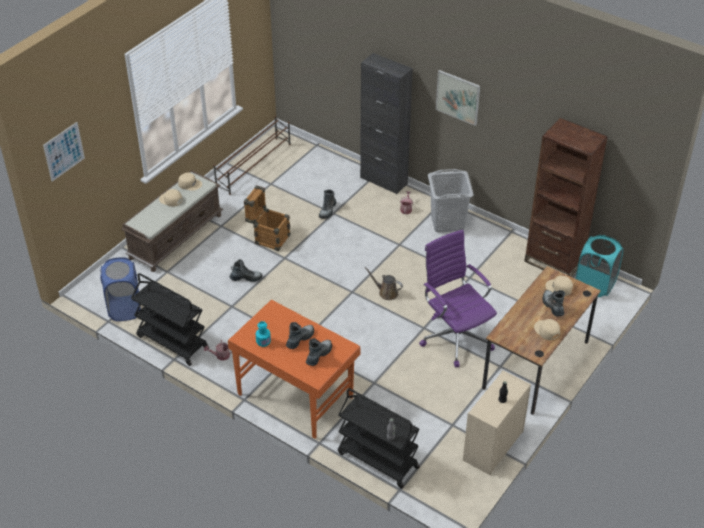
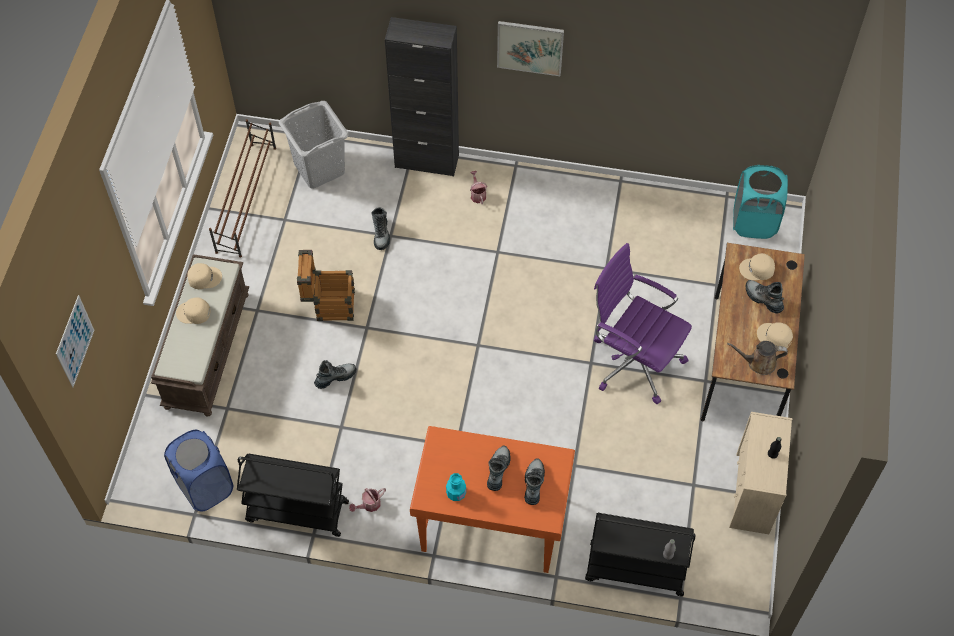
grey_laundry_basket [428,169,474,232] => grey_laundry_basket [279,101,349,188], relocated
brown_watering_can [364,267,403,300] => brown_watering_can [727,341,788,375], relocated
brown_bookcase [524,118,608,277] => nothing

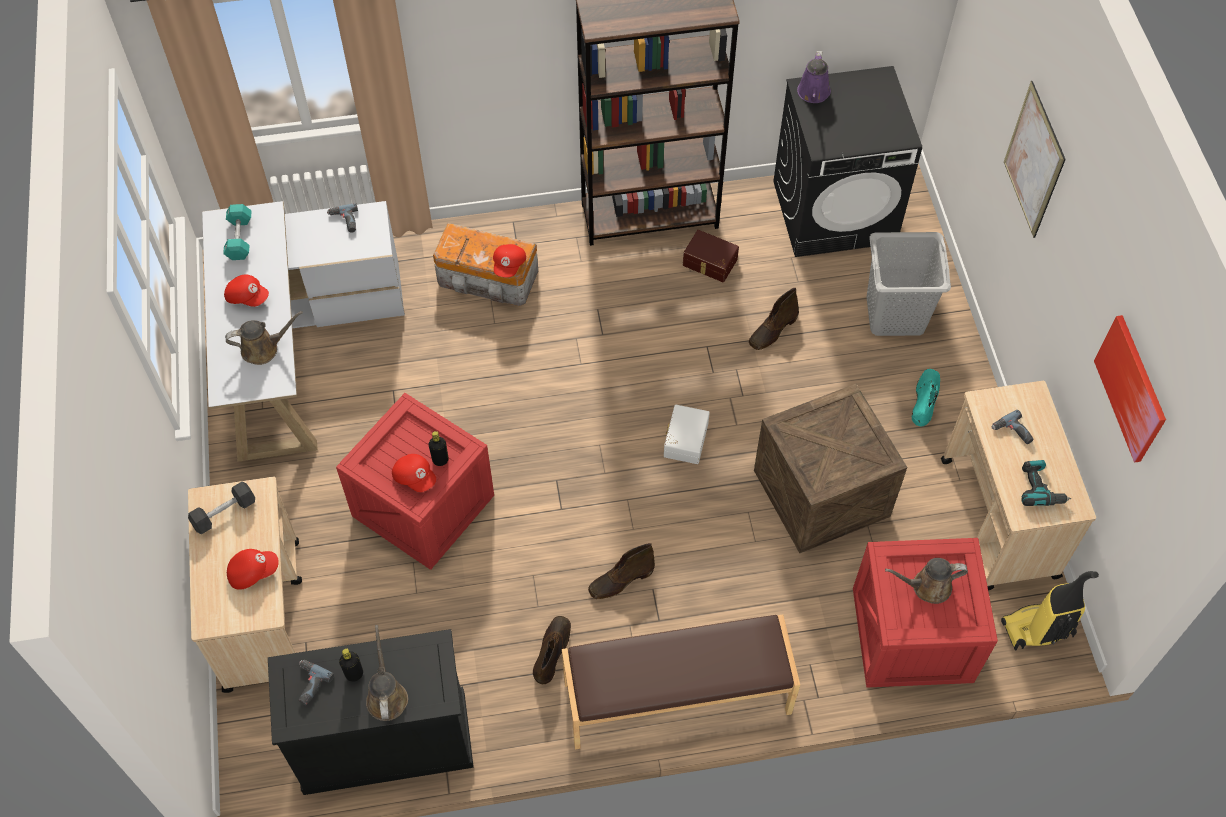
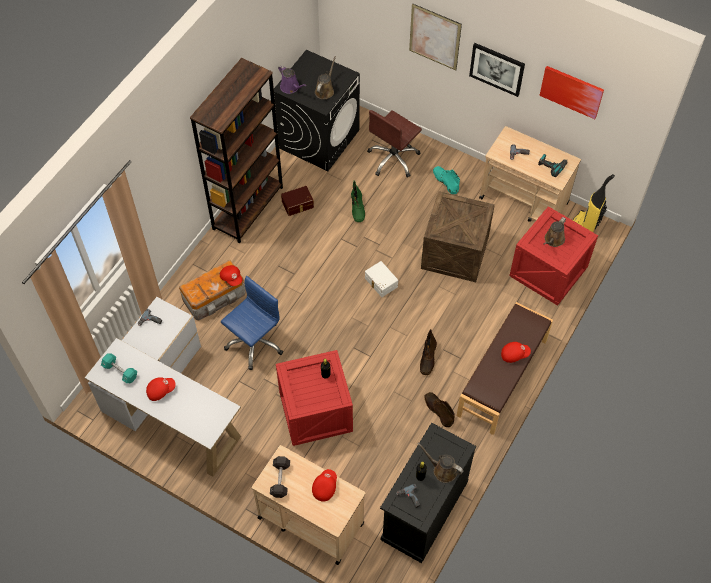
nothing => blue_office_chair [221,276,283,370]
brown_watering_can [225,311,303,365] => brown_watering_can [315,56,336,99], relocated
brown_boot [749,288,799,350] => green_boot [351,181,365,222]
grey_laundry_basket [866,232,951,336] => brown_office_chair [367,110,422,178]
nothing => picture [469,43,525,97]
red_cap [392,454,436,492] => red_cap [501,342,531,363], relocated

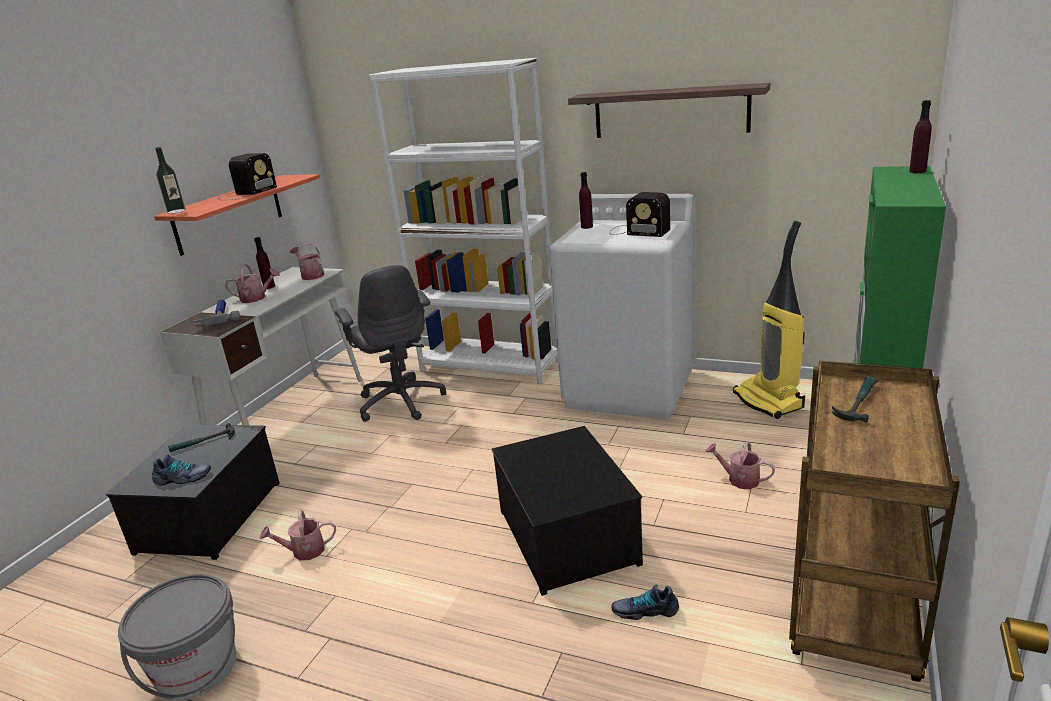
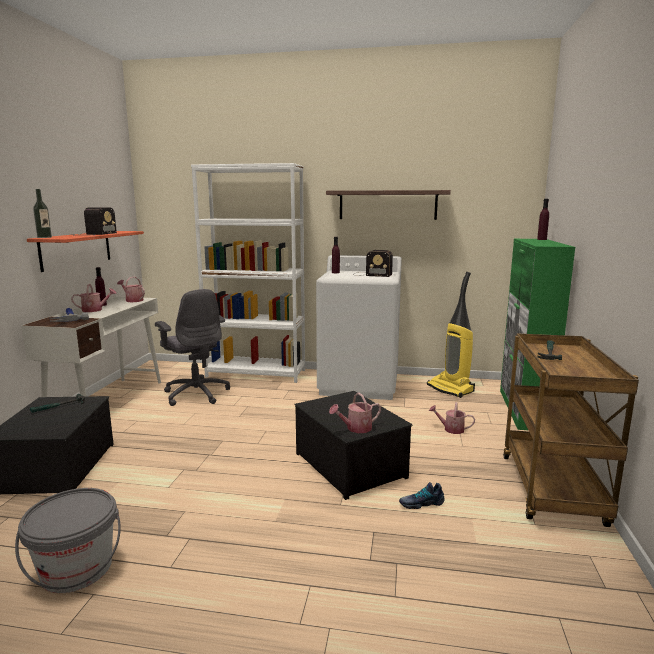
watering_can [260,510,336,560] => watering_can [329,393,381,433], relocated
shoe [152,455,211,486] => nothing

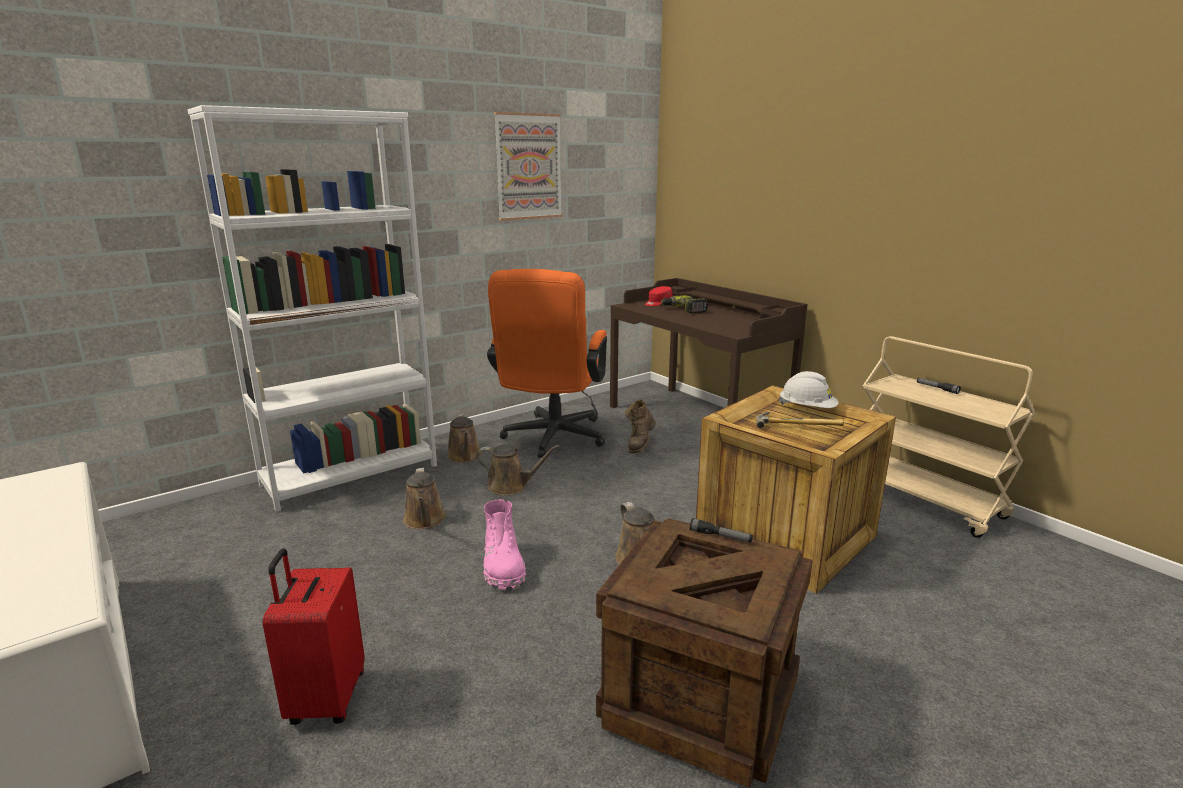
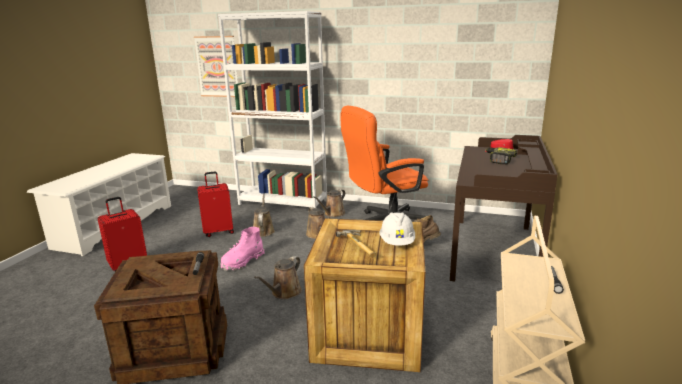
picture [494,112,562,221] => picture [194,36,238,97], relocated
nothing => red_suitcase [197,172,234,237]
brown_watering_can [403,467,446,529] => brown_watering_can [253,194,275,237], 135 degrees clockwise

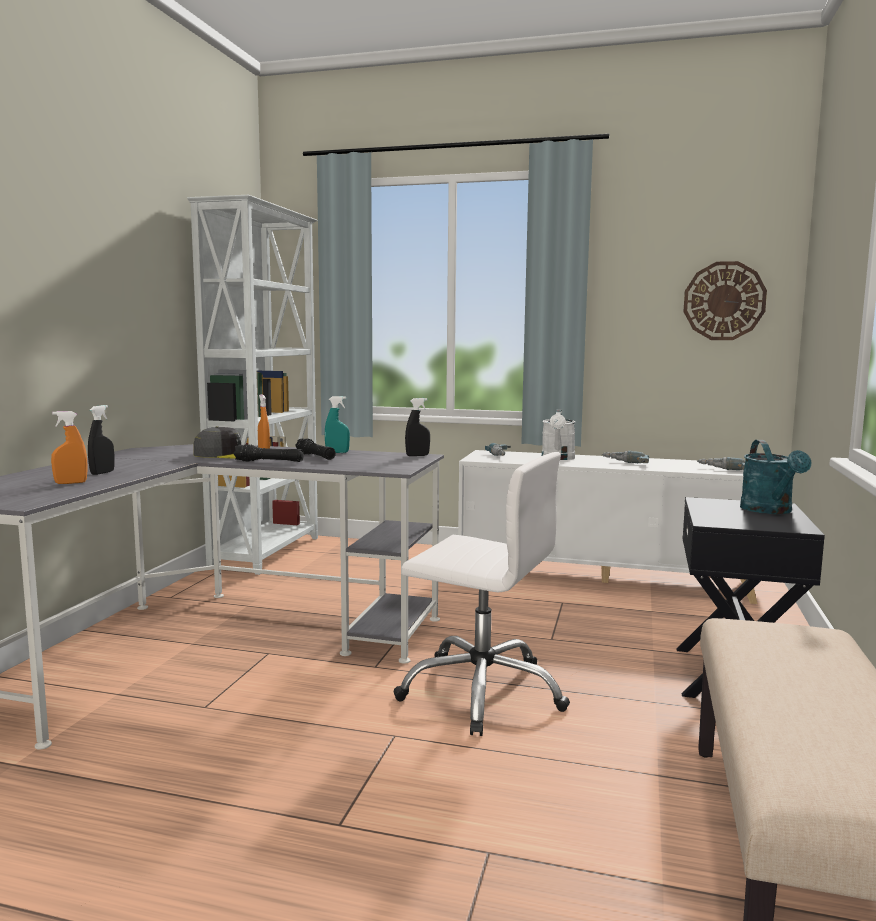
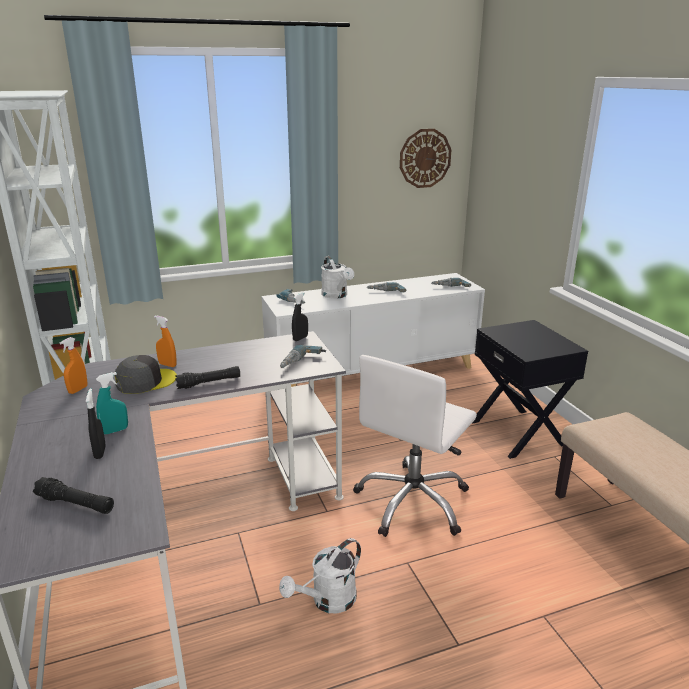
black_flashlight [295,438,336,460] => black_flashlight [33,477,114,514], relocated
orange_spray_bottle [51,411,87,484] => orange_spray_bottle [60,337,87,394], relocated
turquoise_spray_bottle [325,396,350,453] => turquoise_spray_bottle [96,372,128,434], relocated
nothing => white_watering_can [279,538,361,613]
nothing => power_drill [280,345,326,368]
white_office_chair [393,452,570,736] => white_office_chair [353,355,477,537], 135 degrees clockwise
turquoise_watering_can [740,440,811,514] => nothing

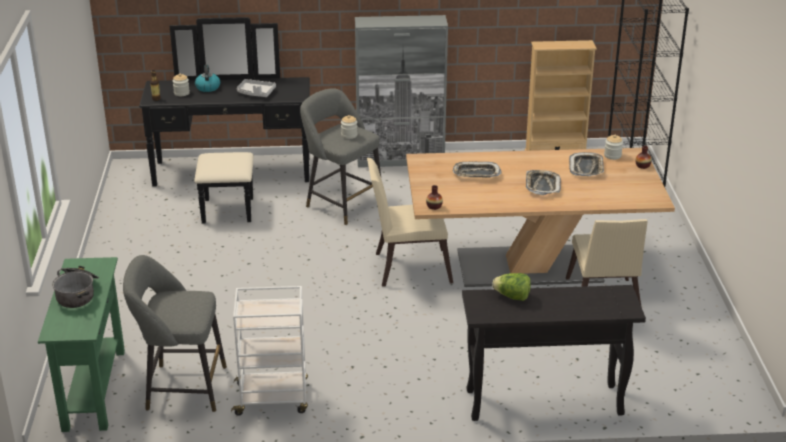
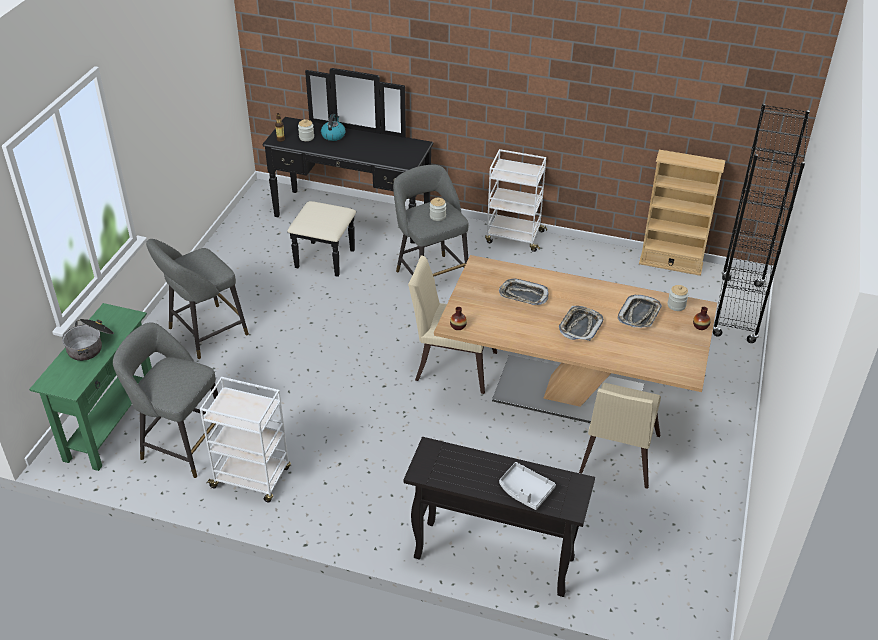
nothing => grey_stool [146,239,249,359]
grey_cabinet [355,15,448,167] => white_cart [485,149,547,252]
grey_tray [237,79,276,97] => grey_tray [499,462,556,510], relocated
lettuce [492,273,531,301] => nothing

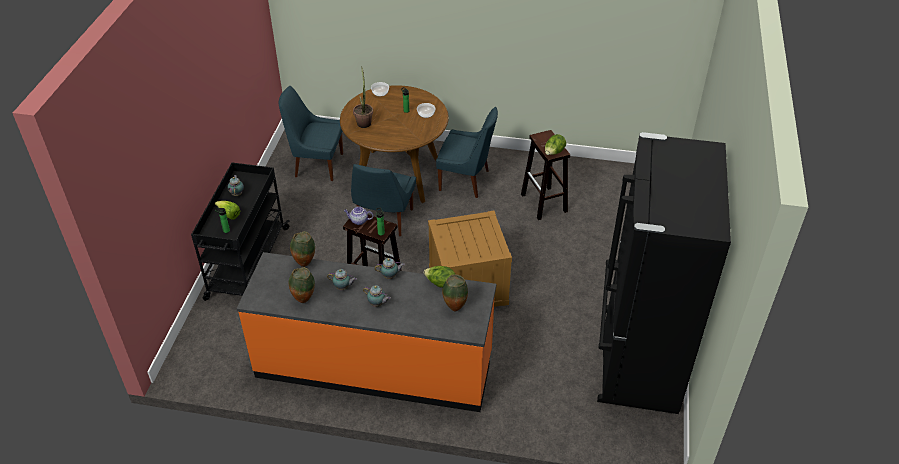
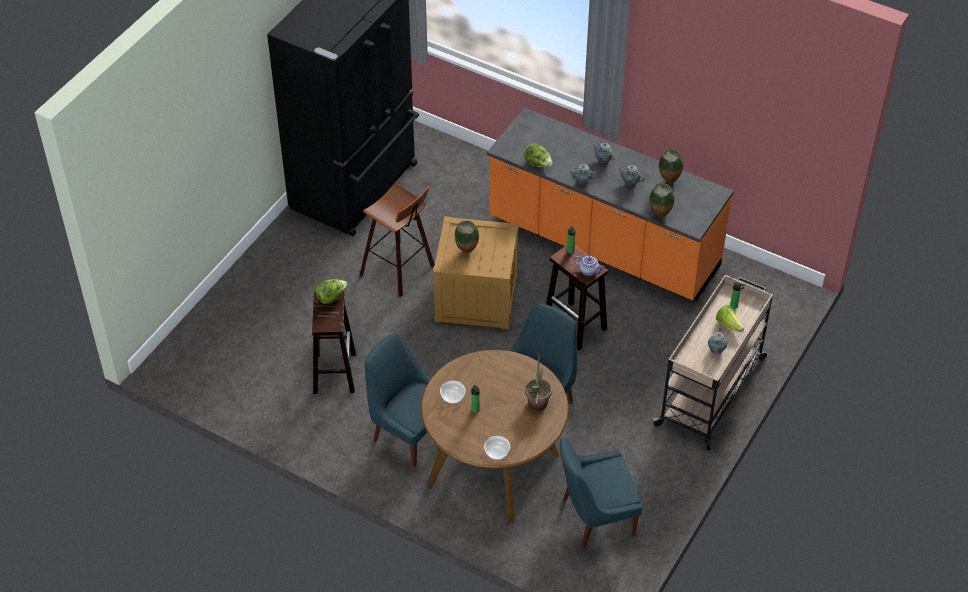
nothing => stool [359,183,435,297]
vase [442,274,468,311] => vase [455,220,479,253], relocated
blue_chair [279,86,343,181] => blue_chair [560,437,643,549], 135 degrees clockwise
black_cart [191,163,290,301] => beige_cart [652,275,773,450]

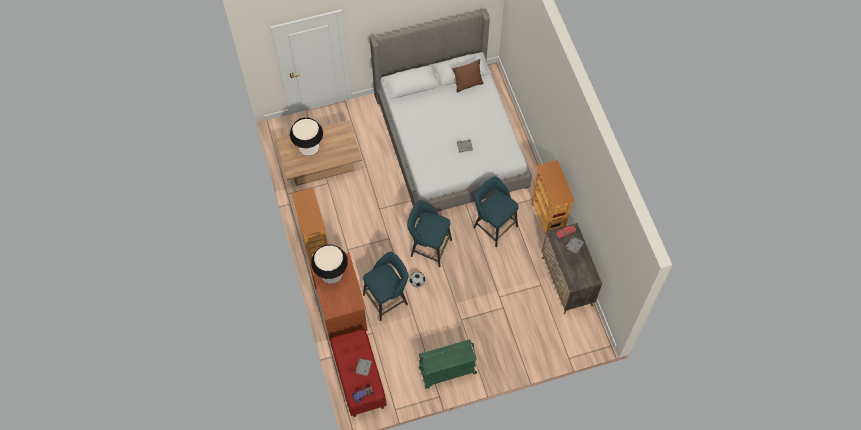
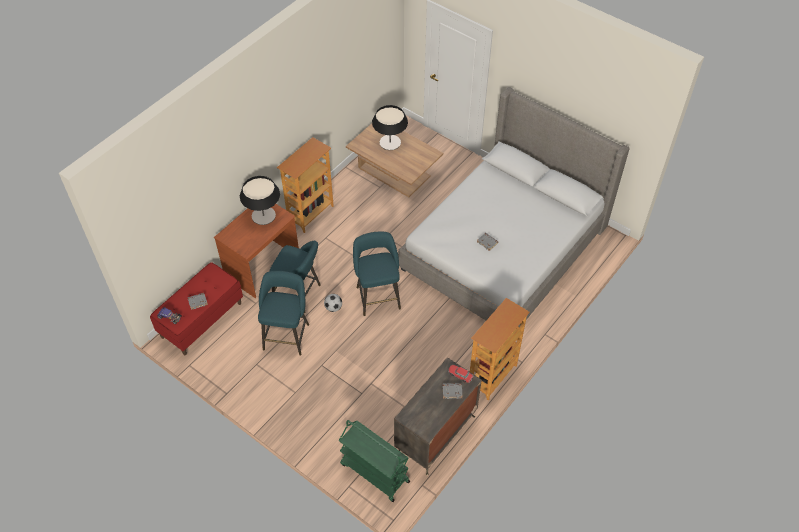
turquoise_stool [474,177,519,247] => turquoise_stool [258,271,309,356], relocated
green_cart [419,340,477,389] => green_cart [339,420,410,502], relocated
brown_pillow [452,59,483,92] => nothing

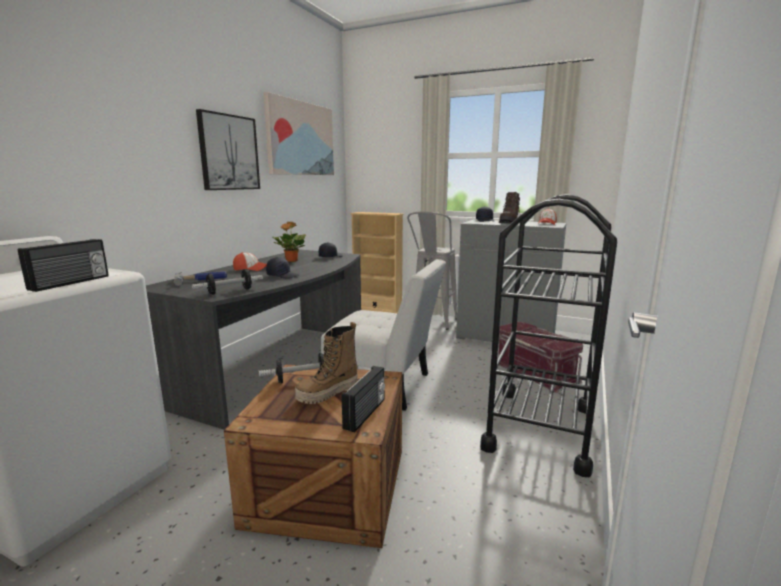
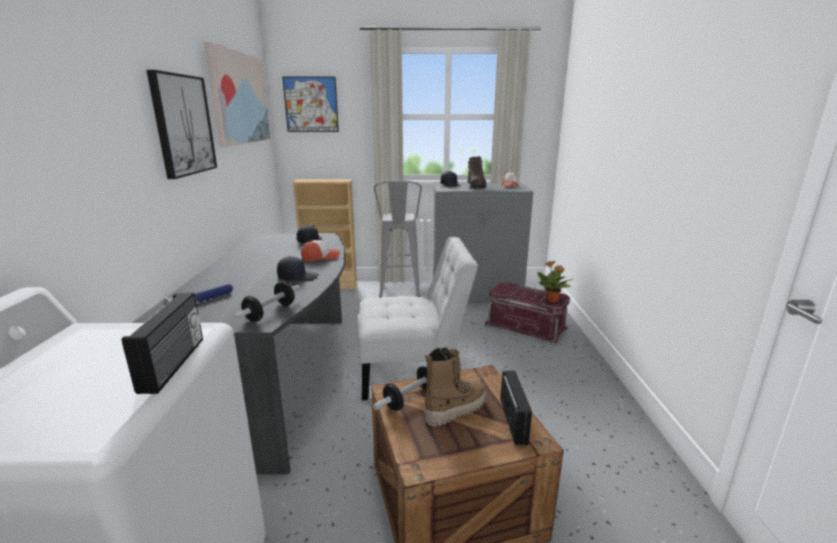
nothing => picture [282,77,339,132]
cap [233,252,267,271] => cap [301,240,340,262], relocated
boot [295,322,358,404] => boot [424,348,486,427], 150 degrees counterclockwise
potted_plant [273,222,306,262] => potted_plant [537,261,573,302], relocated
black_cart [480,194,617,477] => nothing

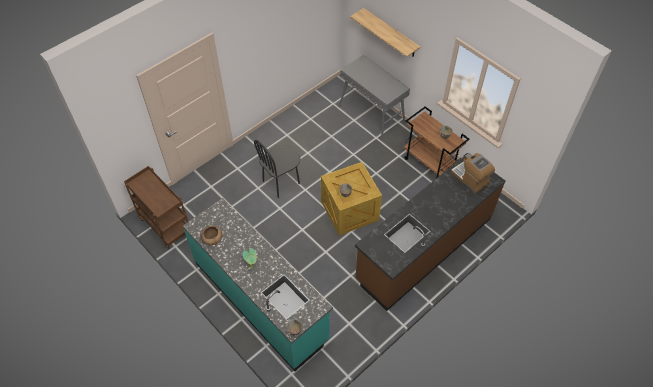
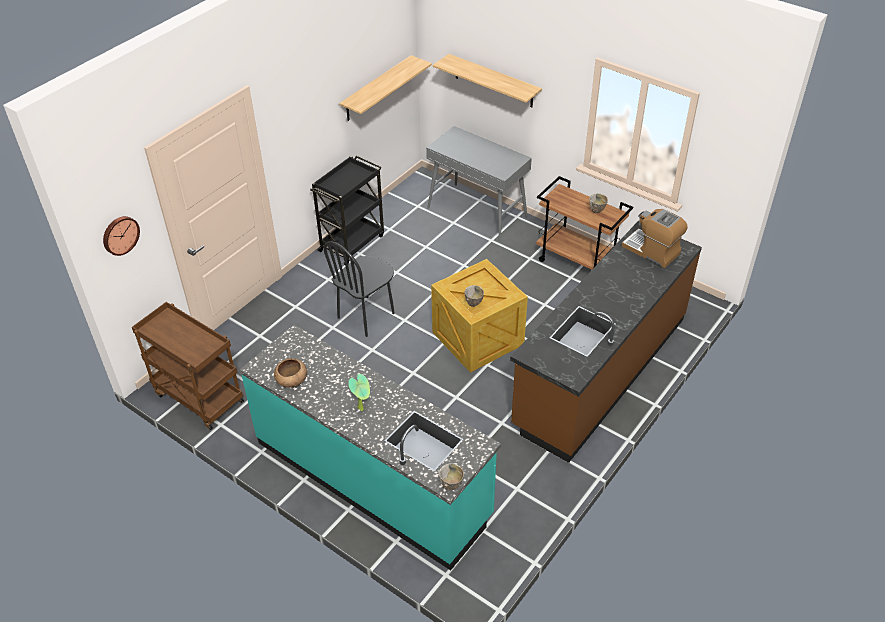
nothing => wall_clock [103,216,140,256]
nothing => black_cart [310,156,384,265]
nothing => shelf [339,55,432,121]

